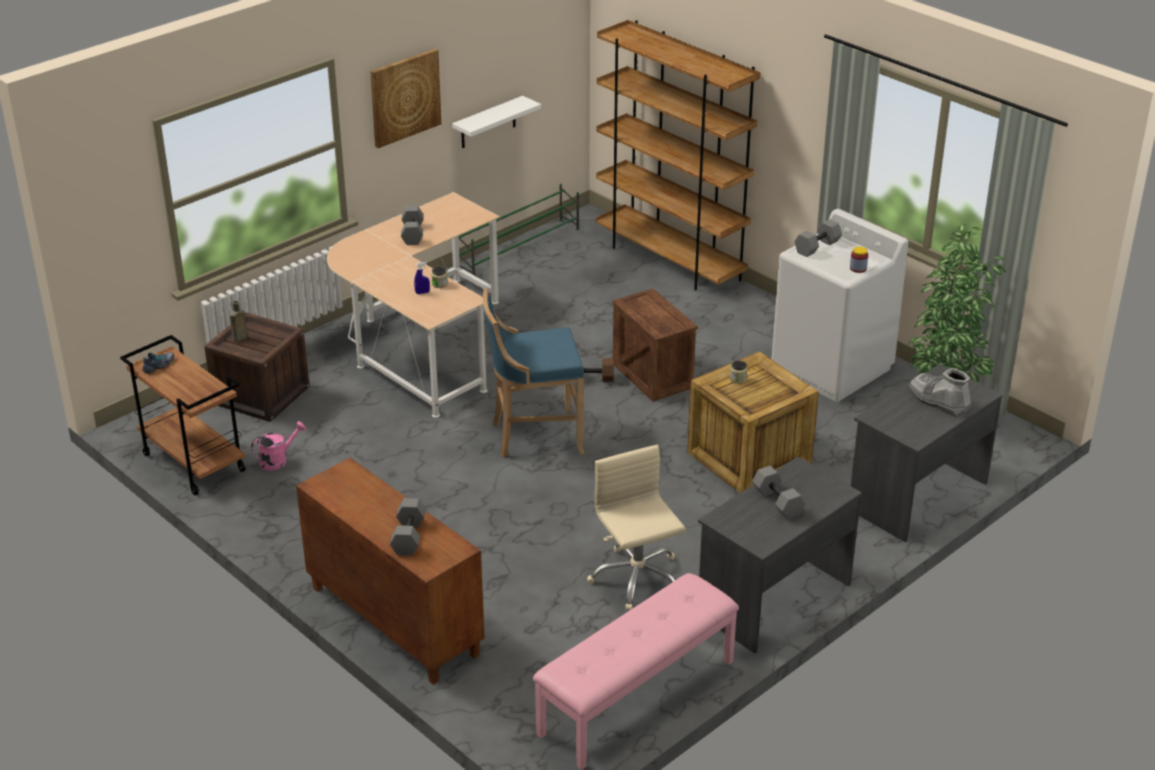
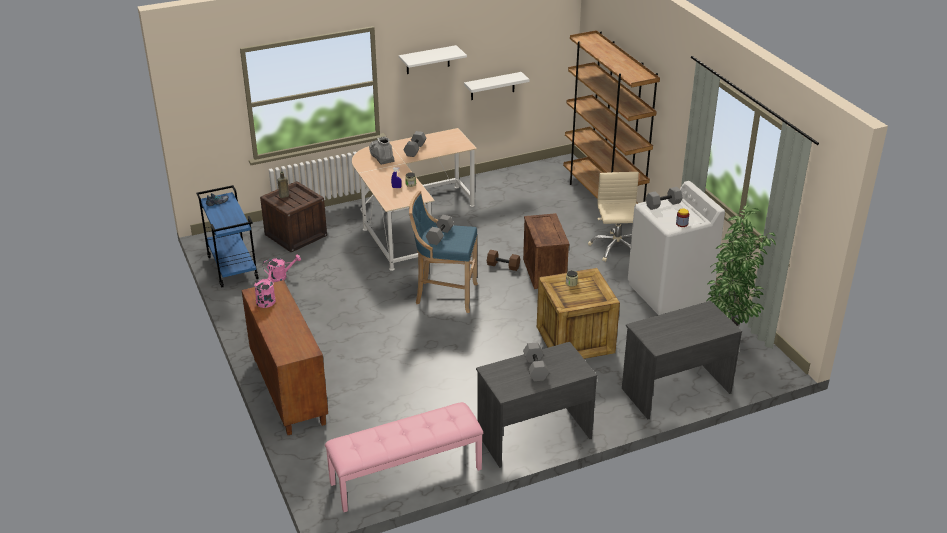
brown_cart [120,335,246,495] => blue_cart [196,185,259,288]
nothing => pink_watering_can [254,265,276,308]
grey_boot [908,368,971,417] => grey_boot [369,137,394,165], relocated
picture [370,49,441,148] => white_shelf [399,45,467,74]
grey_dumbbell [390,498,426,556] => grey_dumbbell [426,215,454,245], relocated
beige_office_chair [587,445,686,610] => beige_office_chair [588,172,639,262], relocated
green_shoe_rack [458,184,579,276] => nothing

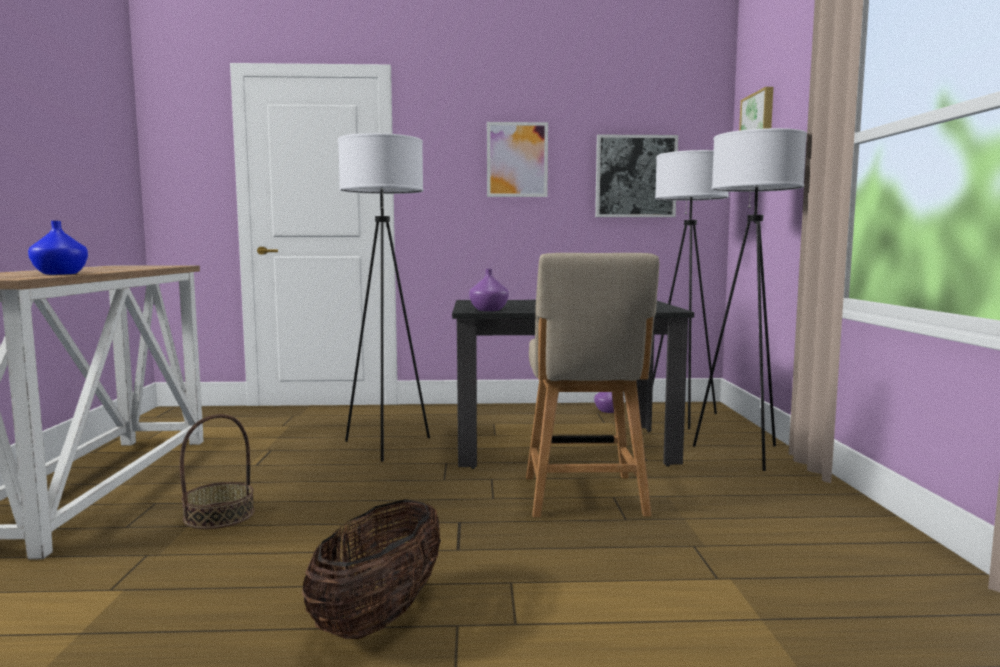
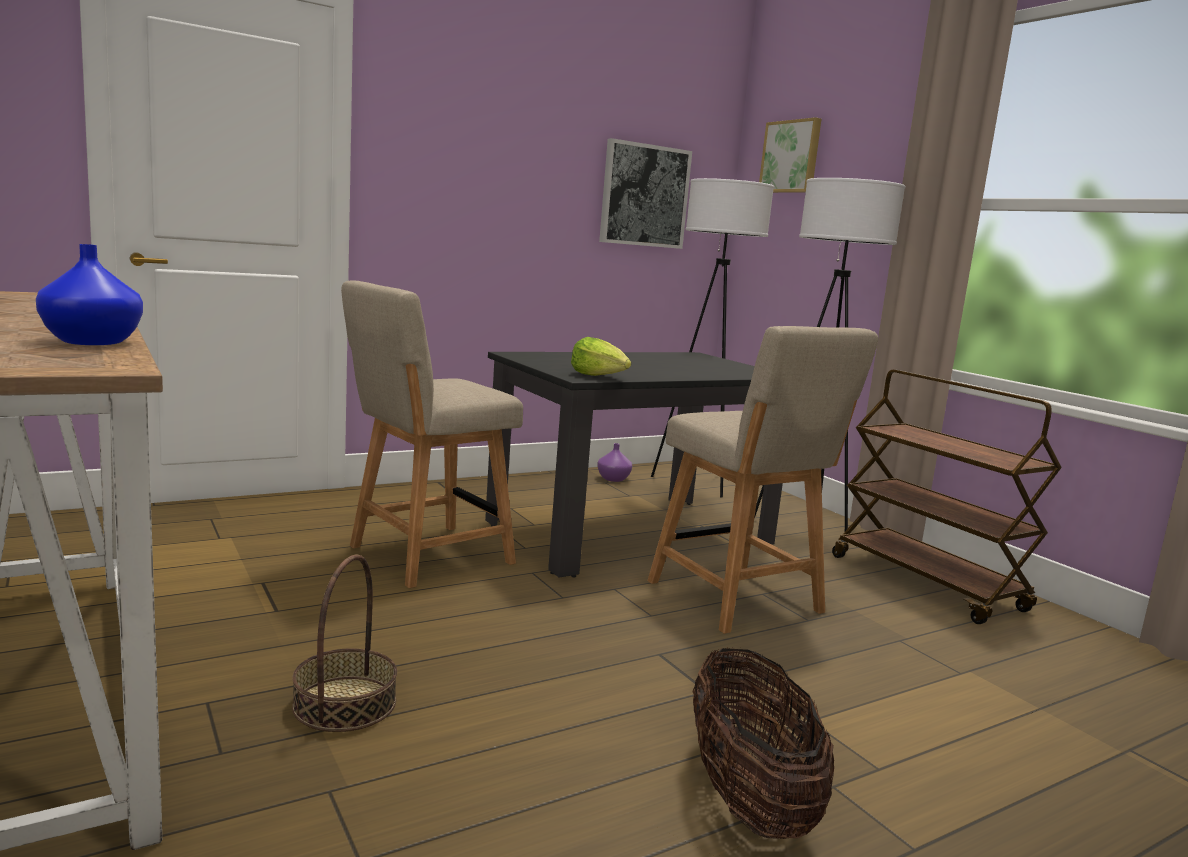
white_floor_lamp [338,133,430,462] => beige_chair [341,281,523,588]
purple_vase [469,269,509,311] => lettuce [571,337,631,376]
nothing => brown_cart [832,370,1062,624]
picture [487,122,548,197] => nothing

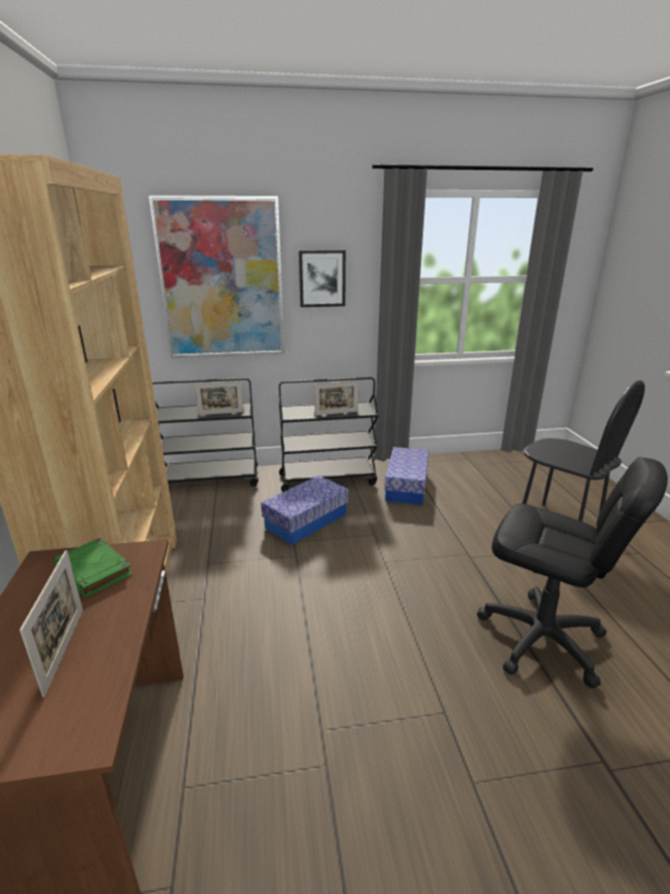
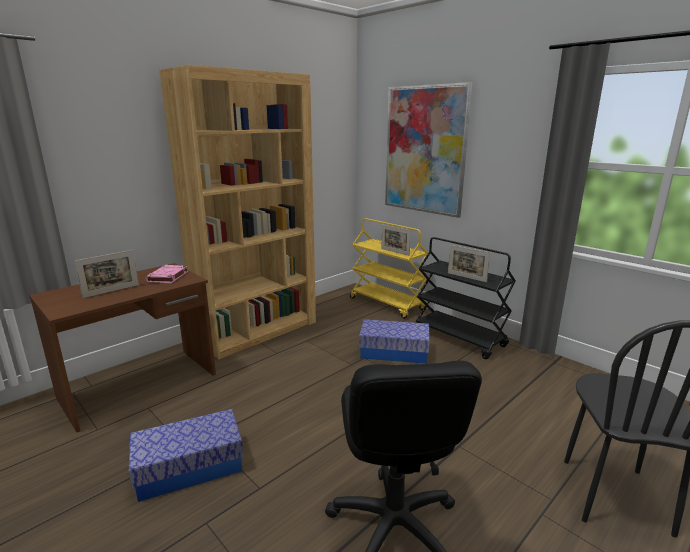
storage_box [385,447,429,505] => storage_box [129,409,244,502], relocated
green_book [54,538,133,598] => pink_book [146,265,188,284]
black_cart [152,378,258,487] => yellow_cart [350,218,428,319]
picture [299,250,346,307] => nothing

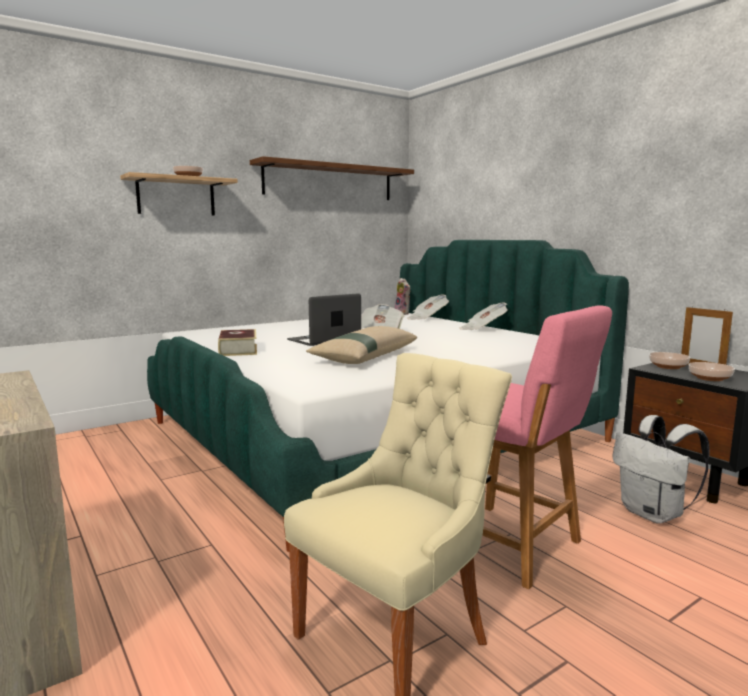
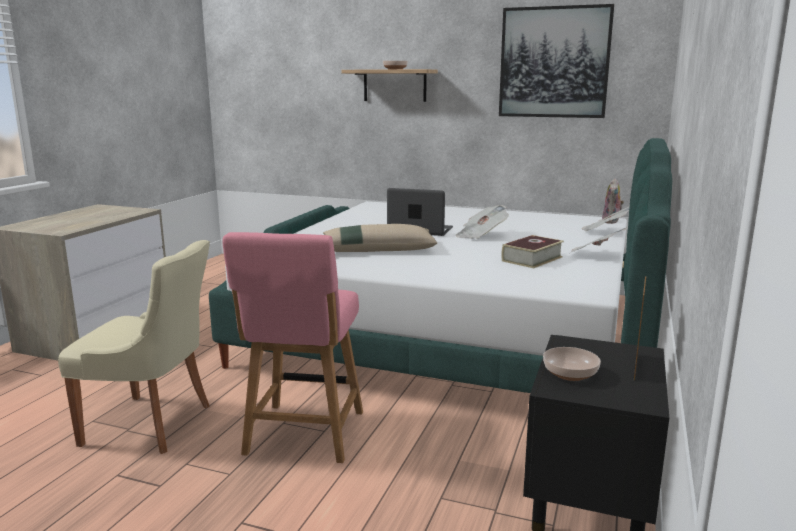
brown_shelf [250,156,414,200] => picture [499,4,614,118]
book [218,329,257,356] => book [501,235,564,268], relocated
white_backpack [612,415,710,524] => nothing
bowl [649,352,690,369] => nothing

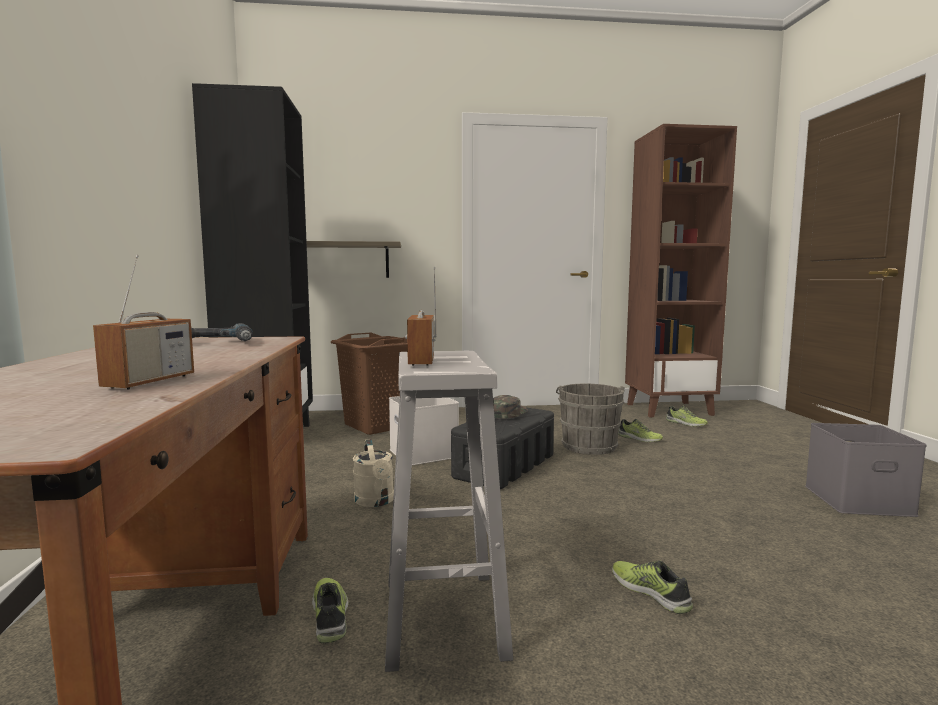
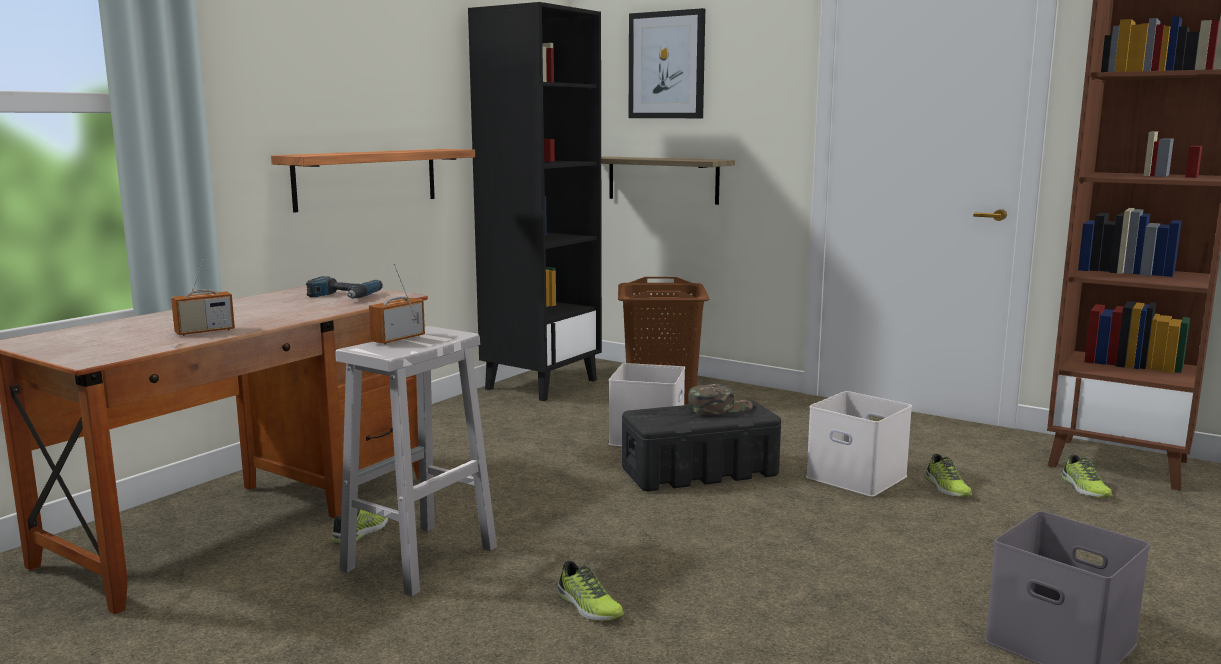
nothing => shelf [271,149,475,213]
shoe [612,561,693,614] => shoe [557,561,624,621], 135 degrees clockwise
nothing => picture [629,8,705,118]
grey_bucket [556,384,625,455] => white_storage_box [806,391,912,497]
beige_watering_can [353,439,394,507] => nothing

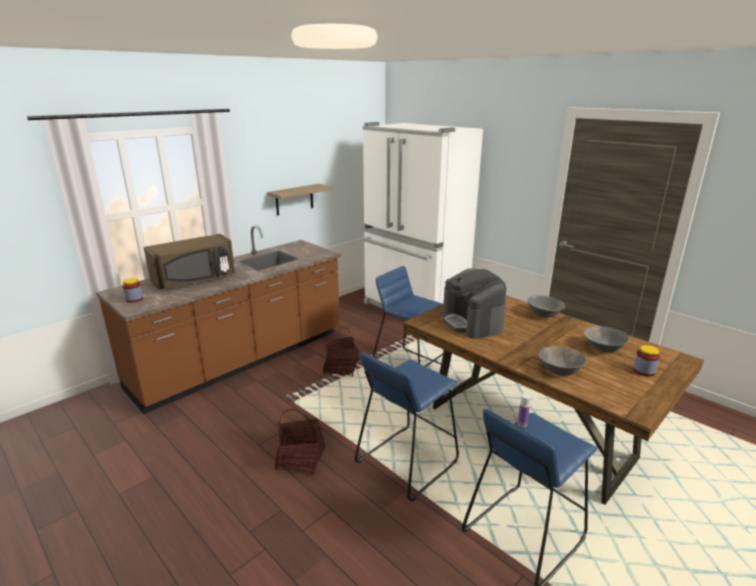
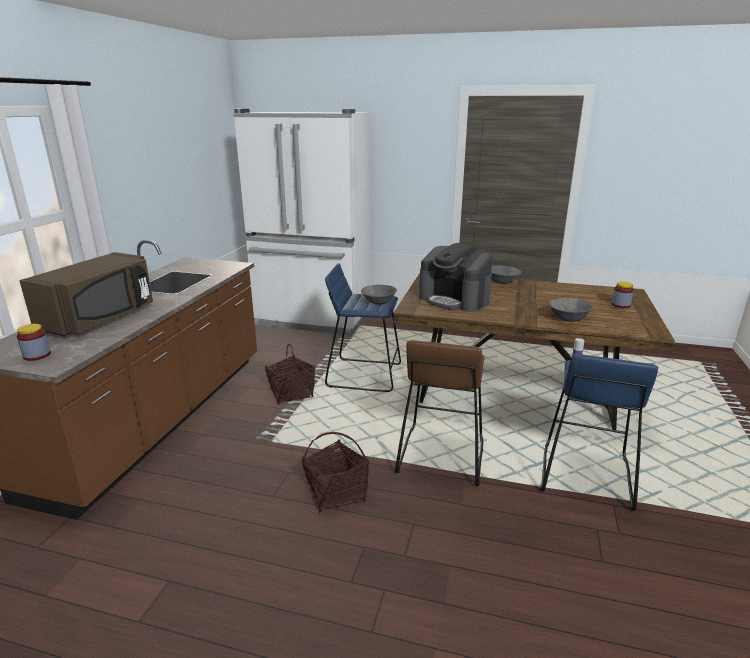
grey_bowl [583,326,629,353] => grey_bowl [361,285,397,304], relocated
blue_stool [355,352,459,501] => brown_stool [395,340,484,486]
shelf [267,184,332,215] => nothing

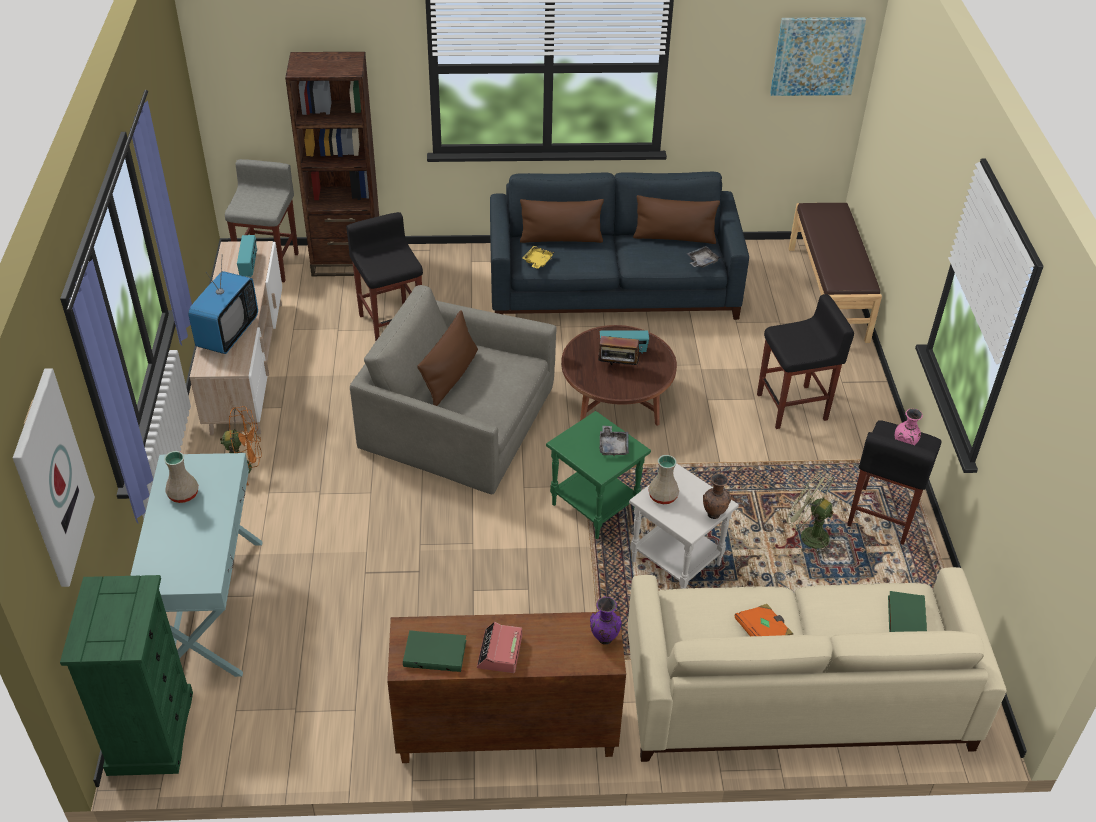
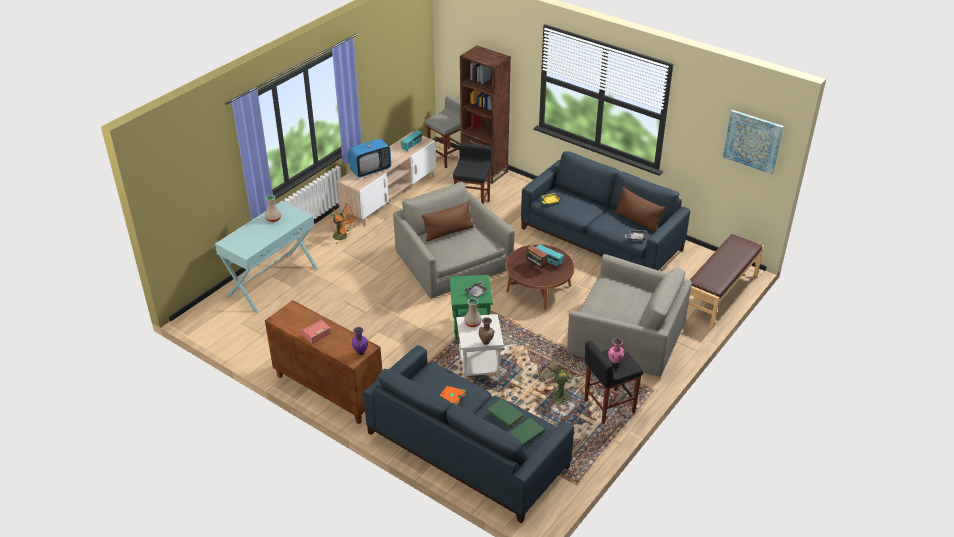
beige_sofa [627,567,1007,762] => blue_sofa [363,345,574,523]
green_book [403,630,466,672] => green_book [487,399,524,428], relocated
black_stool [757,294,854,429] => grey_armchair [567,254,692,377]
picture [13,368,95,587] => nothing
green_dresser [60,575,193,776] => nothing
brown_pillow [520,199,604,243] => nothing

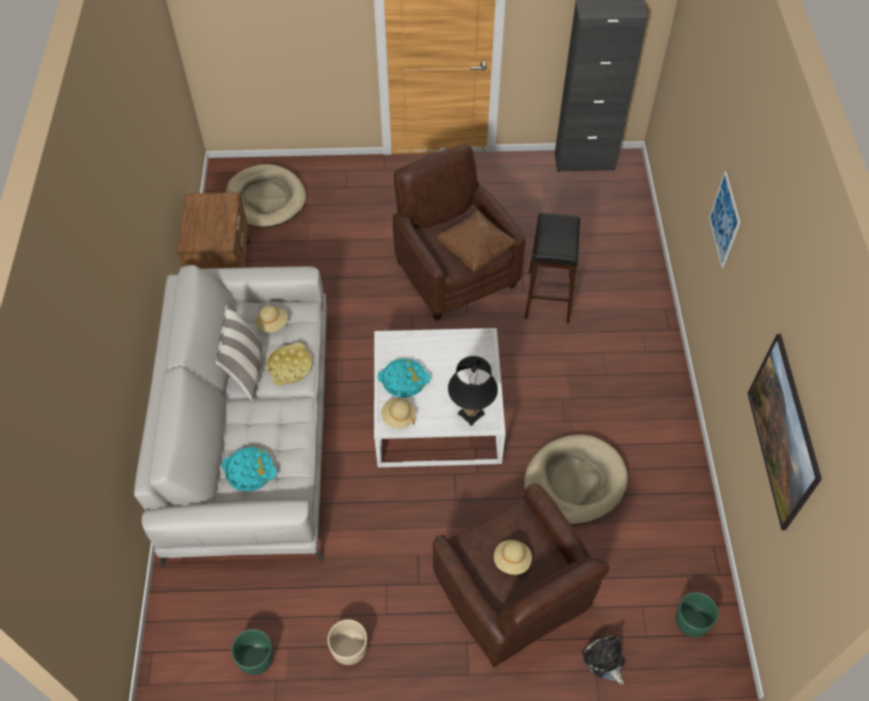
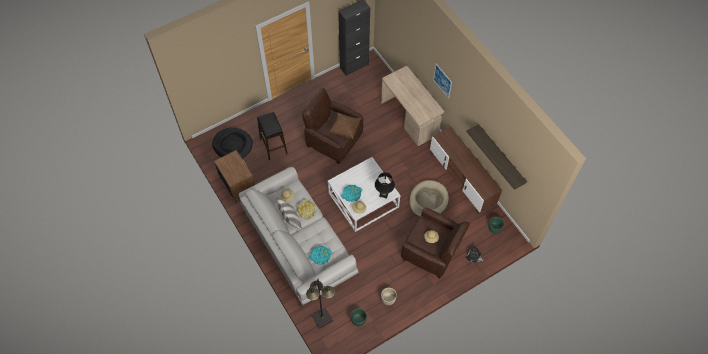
beige_dog_bed [226,164,306,227] => black_dog_bed [212,128,253,158]
black_stool [524,213,580,323] => black_stool [257,112,288,160], relocated
nothing => black_floor_lamp [306,279,335,329]
nothing => beige_desk [381,66,444,146]
nothing => brown_tv_stand [430,127,502,214]
picture [748,334,822,530] => shelf [466,124,527,190]

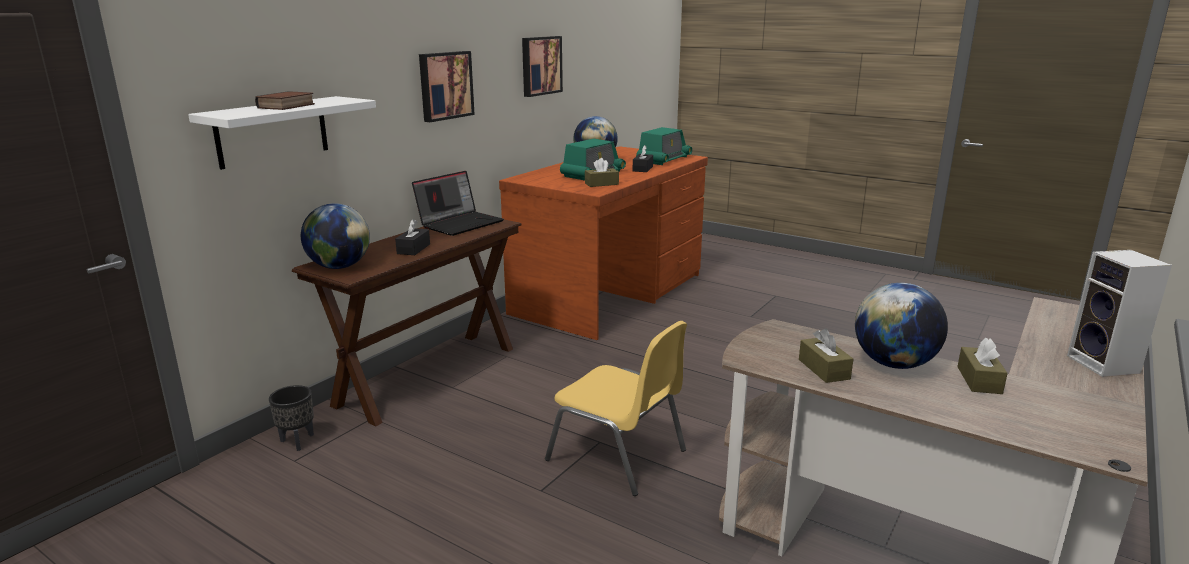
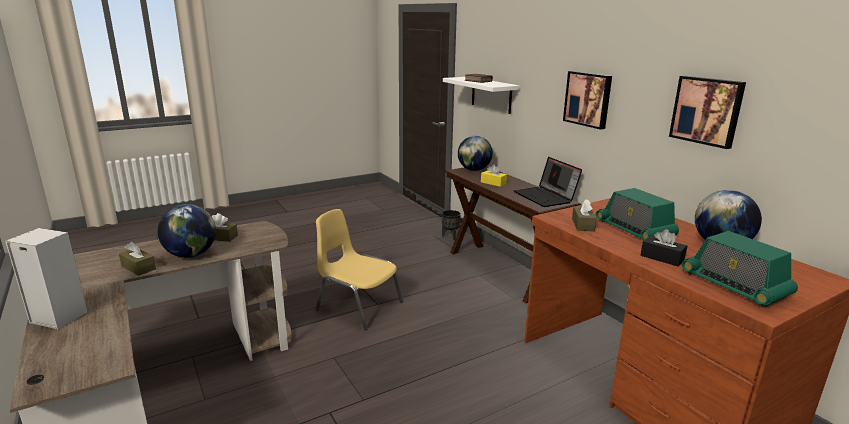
yellow_chair [545,321,687,496] => yellow_chair [315,209,403,330], 60 degrees clockwise
black_tissue_box [395,219,430,255] => yellow_tissue_box [481,164,507,187]

